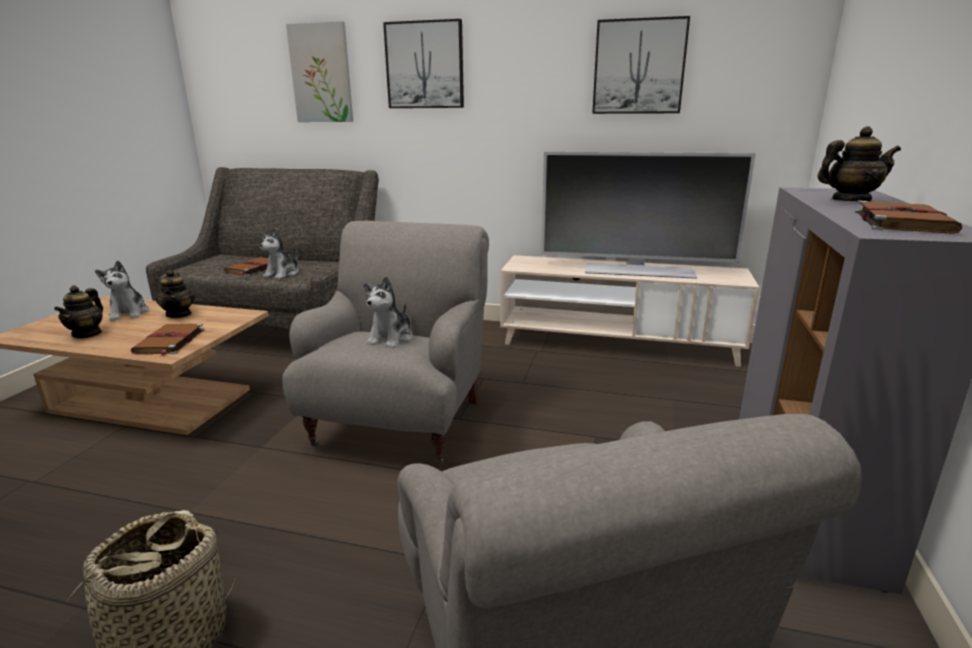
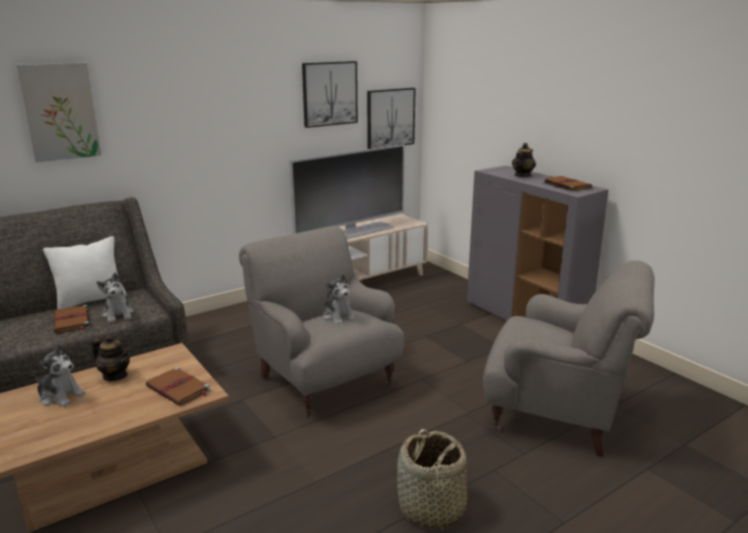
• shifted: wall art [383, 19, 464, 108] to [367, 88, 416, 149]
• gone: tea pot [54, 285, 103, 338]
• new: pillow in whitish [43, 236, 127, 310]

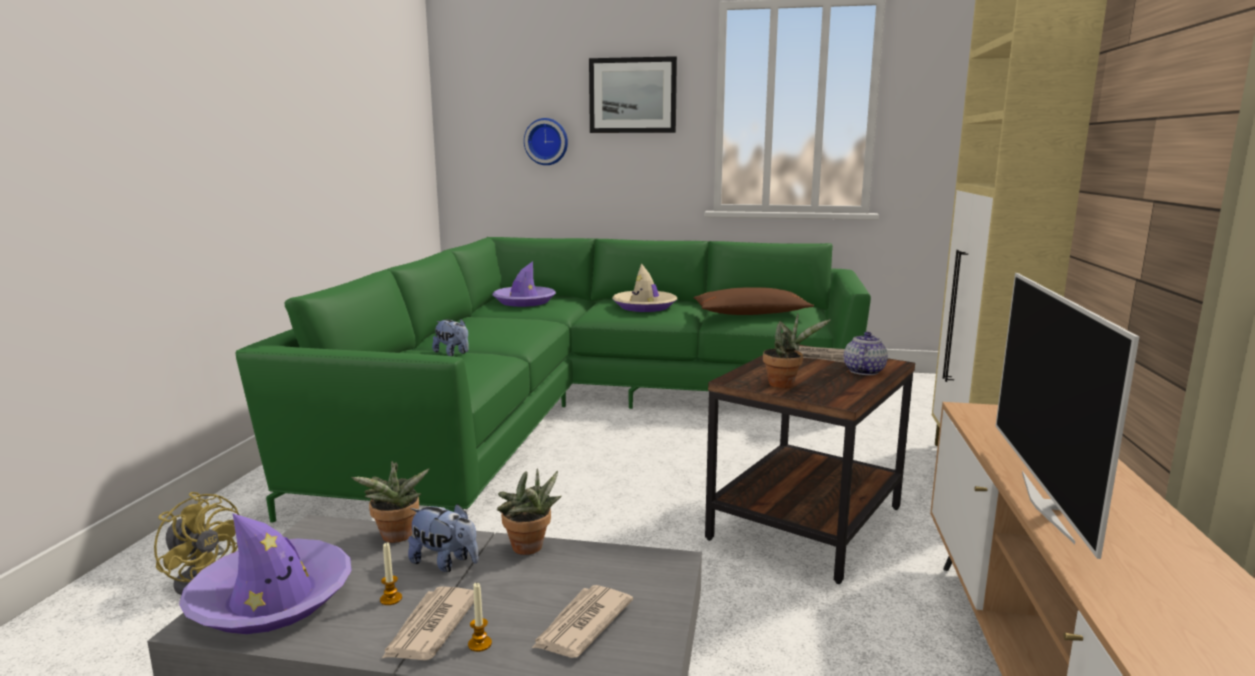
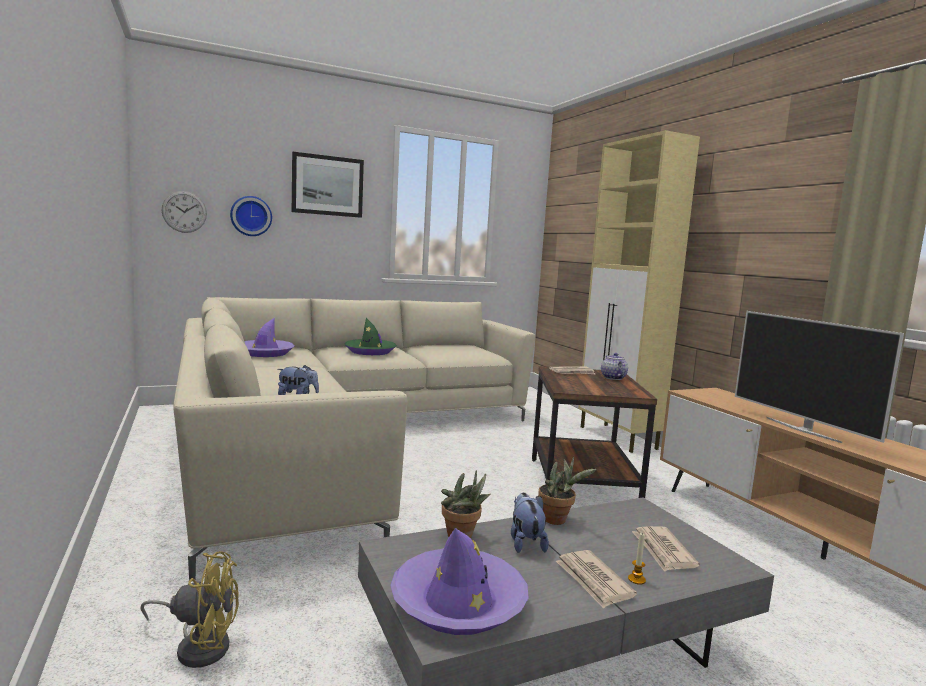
• repainted: settee in green-coloured [236, 237, 871, 522] to settee in beige [174, 297, 535, 580]
• repainted: wearable hat in beige [612, 263, 677, 312] to wearable hat in green-coloured [345, 318, 397, 355]
• gone: pillow in brownish [693, 287, 814, 315]
• gone: plant in a pot [763, 314, 831, 388]
• rotated: plush toy [408, 504, 478, 572] = [511, 493, 549, 553] 90 degrees counterclockwise
• gone: candle [380, 542, 402, 605]
• new: hanging clock [162, 191, 207, 233]

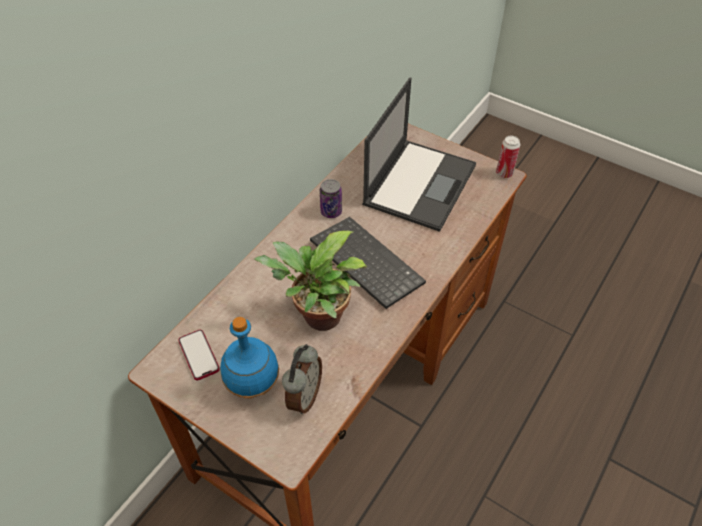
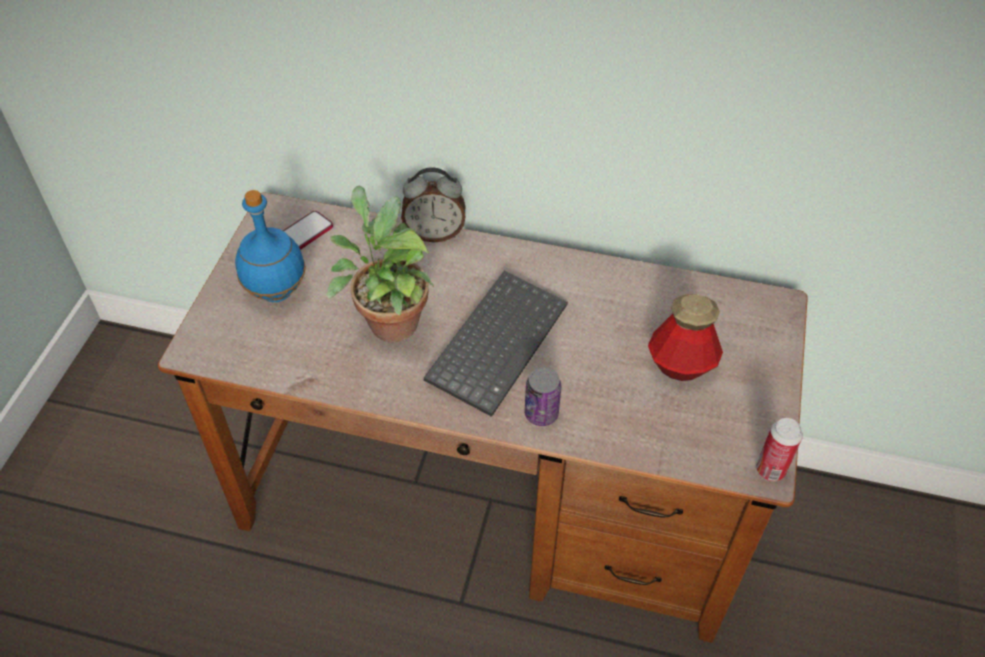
• swapped: notebook computer [362, 77, 476, 232] to beverage bottle [648, 294, 723, 381]
• shifted: can [320, 179, 342, 218] to [525, 367, 561, 426]
• shifted: bedside clock [282, 344, 322, 414] to [401, 167, 466, 242]

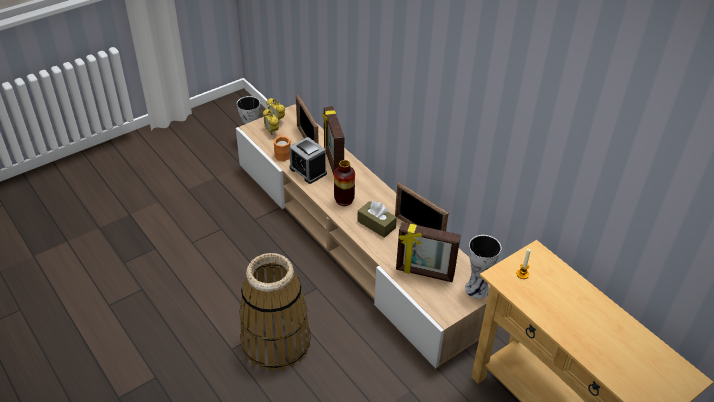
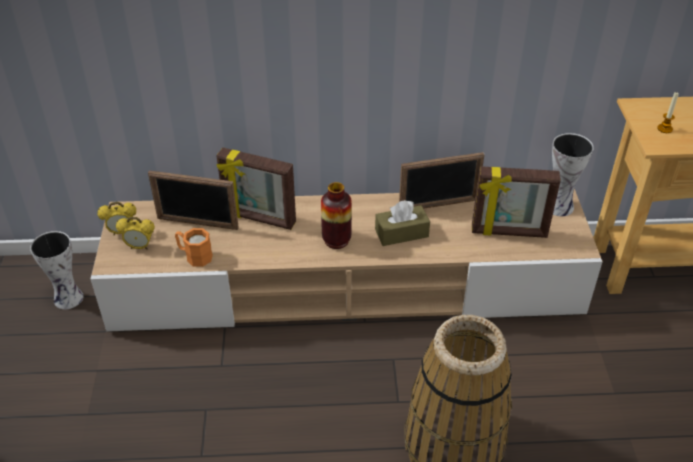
• gone: bedside clock [289, 137, 327, 184]
• rotated: standing frame [396, 222, 461, 282] = [472, 166, 561, 238] 45 degrees clockwise

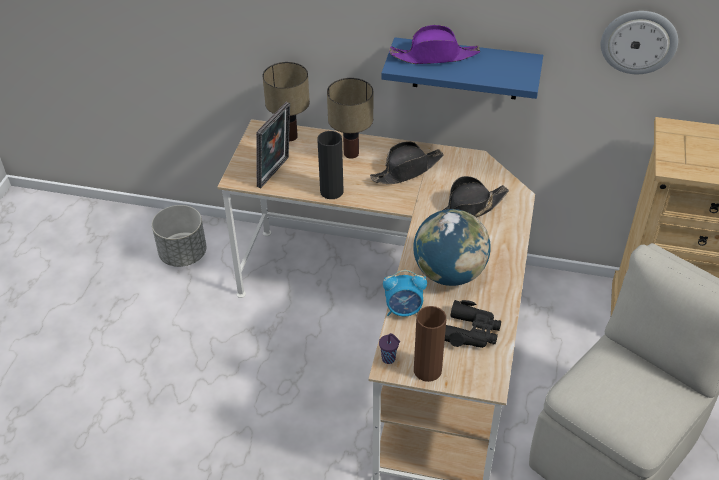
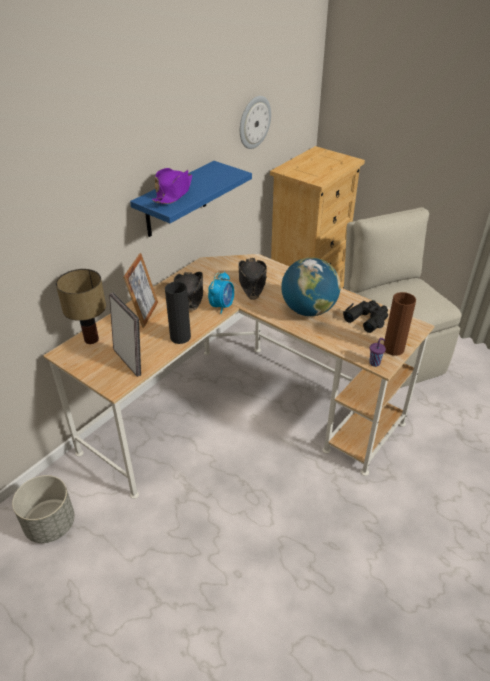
• swapped: tabletop lamp [327, 78, 373, 158] to standing frame [123, 253, 158, 328]
• shifted: bedside clock [383, 270, 427, 316] to [208, 272, 234, 314]

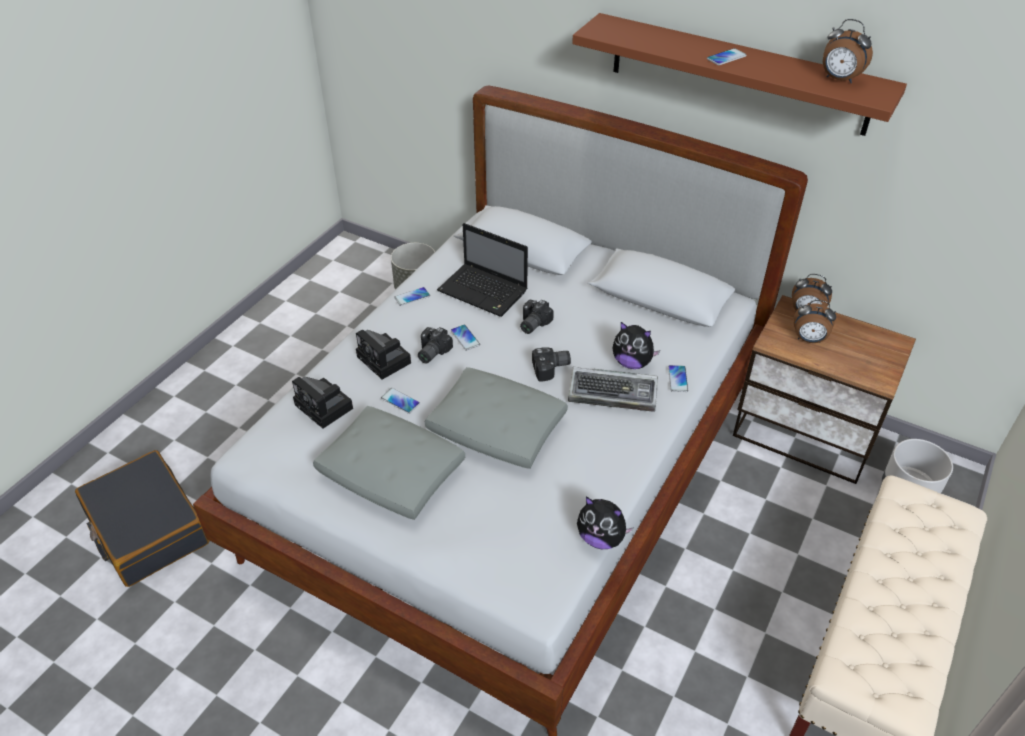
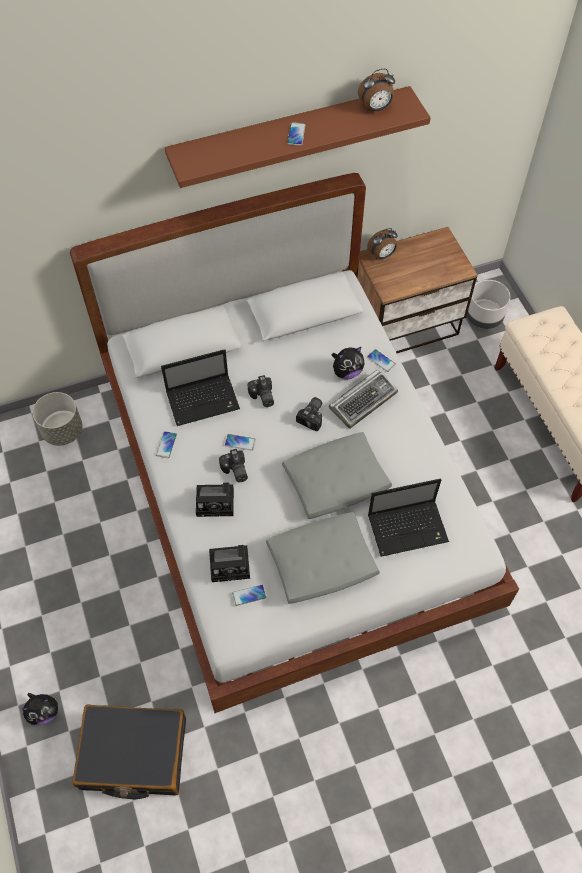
• gone: bedside clock [793, 300, 836, 343]
• shifted: phone [381, 388, 420, 414] to [232, 585, 266, 606]
• shifted: plush toy [577, 497, 634, 549] to [23, 693, 58, 725]
• new: notebook computer [368, 479, 449, 557]

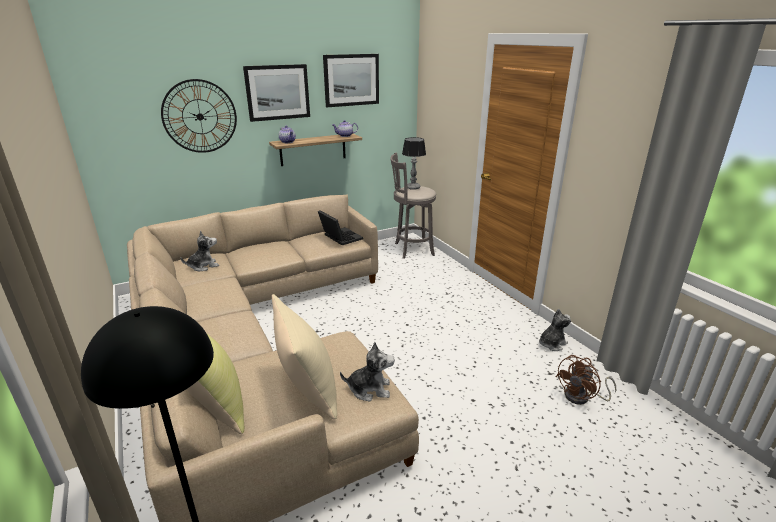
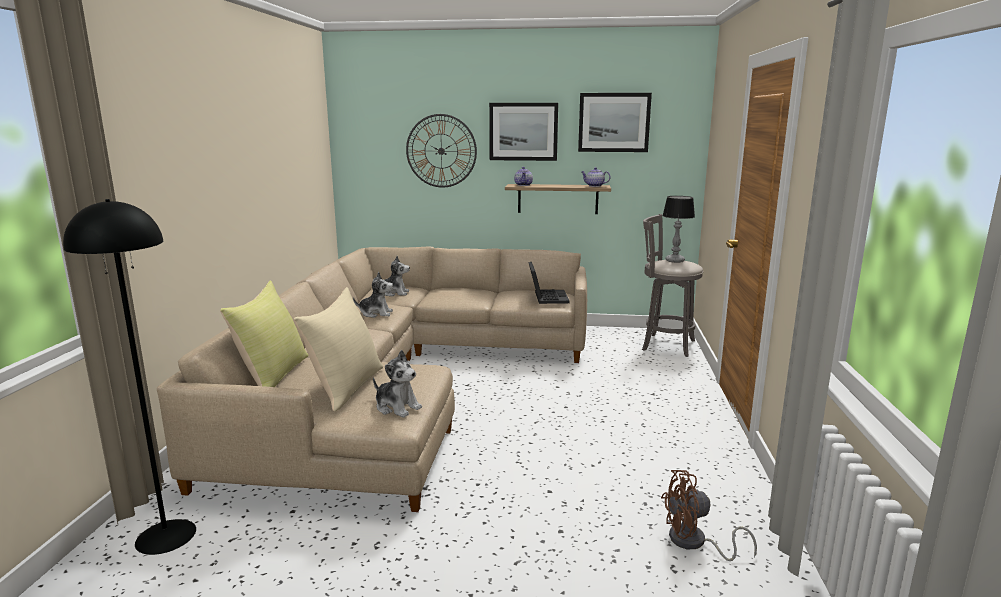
• shifted: plush toy [539, 309, 571, 351] to [353, 272, 393, 318]

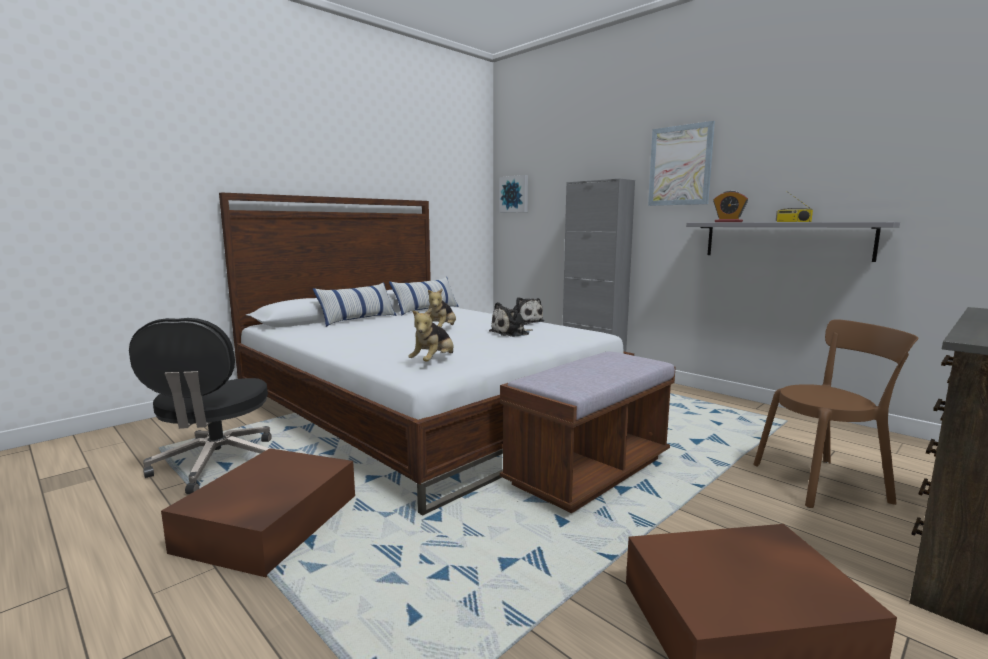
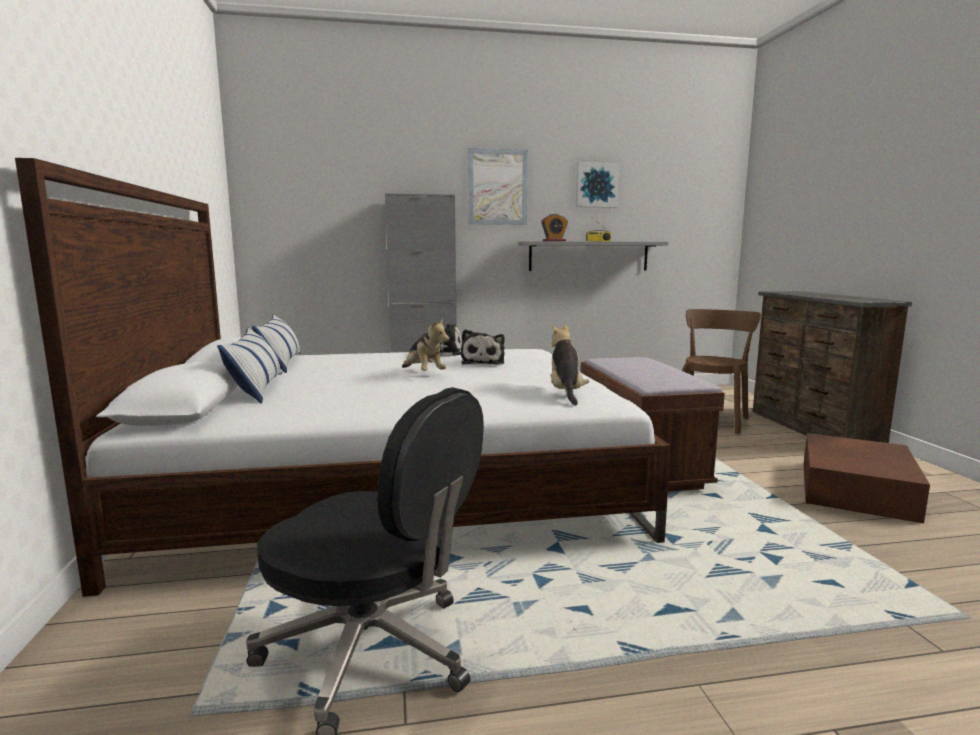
• shifted: wall art [499, 175, 528, 213] to [576, 162, 620, 208]
• rotated: plush toy [408, 308, 454, 362] = [551, 325, 589, 405] 150 degrees counterclockwise
• gone: storage container in brownish [161, 448, 355, 577]

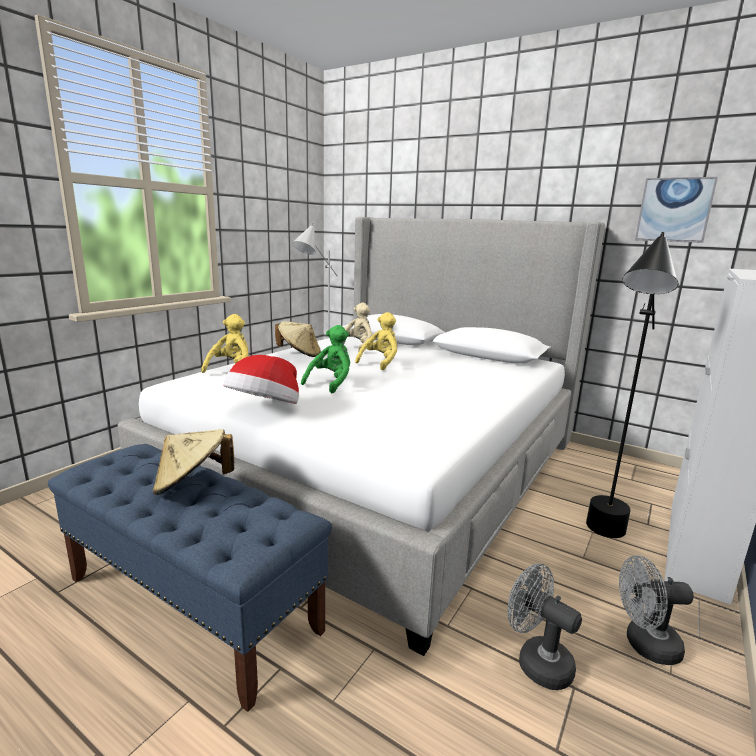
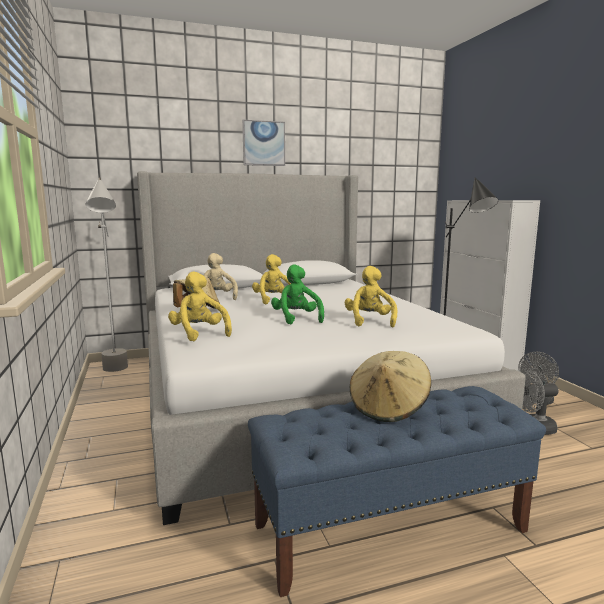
• shifted: wall art [635, 177, 718, 243] to [242, 120, 285, 166]
• gone: wearable hat [223, 355, 299, 404]
• new: plush toy in yellowish [345, 266, 398, 327]

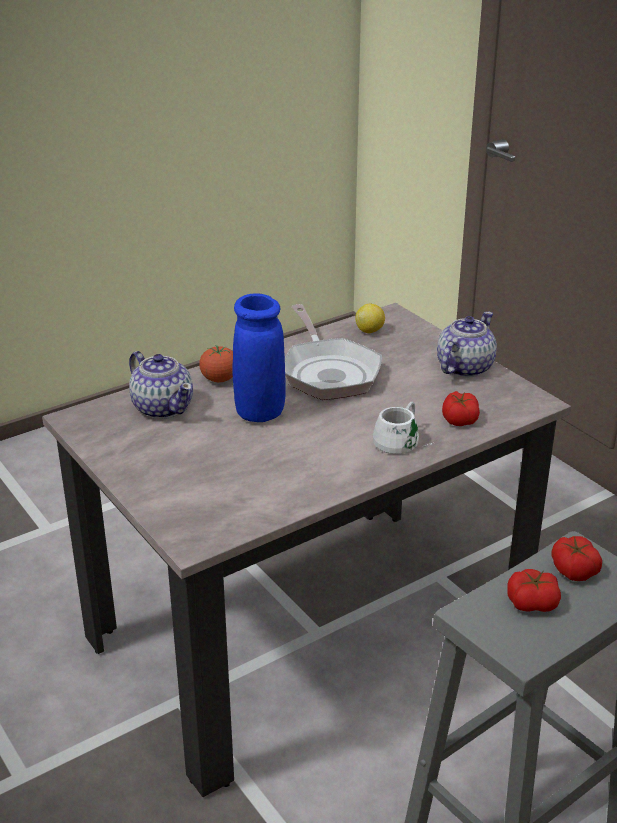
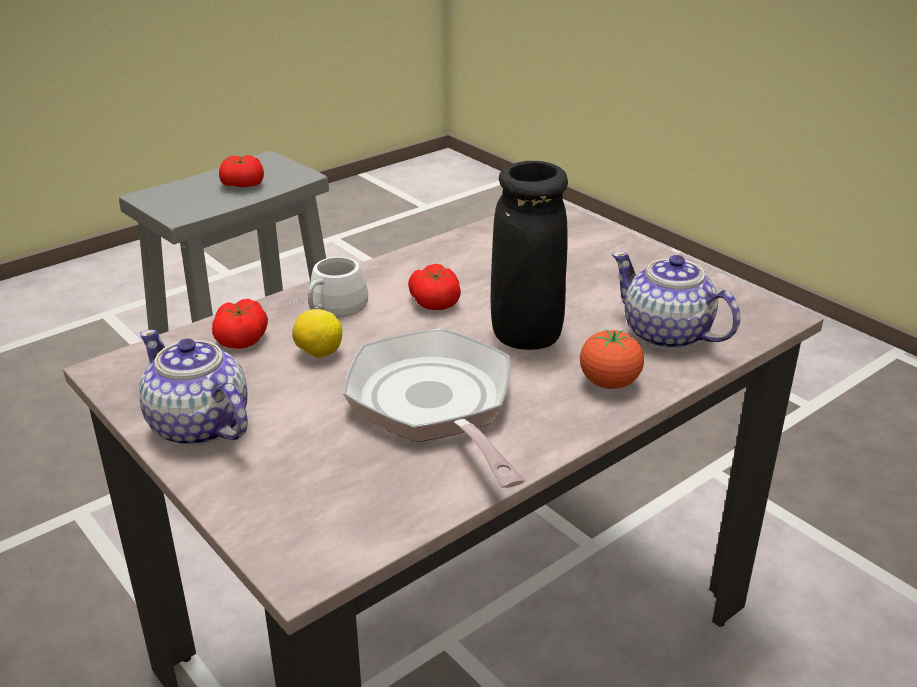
• repainted: flower vase in blue-coloured [233, 294, 286, 422] to flower vase in black-coloured [491, 161, 568, 350]
• shifted: citrus fruit [356, 304, 385, 333] to [292, 309, 342, 358]
• rotated: tea pot [437, 311, 497, 378] = [139, 330, 248, 446] 105 degrees clockwise
• shifted: fresh tomato [551, 536, 602, 581] to [408, 264, 461, 310]

